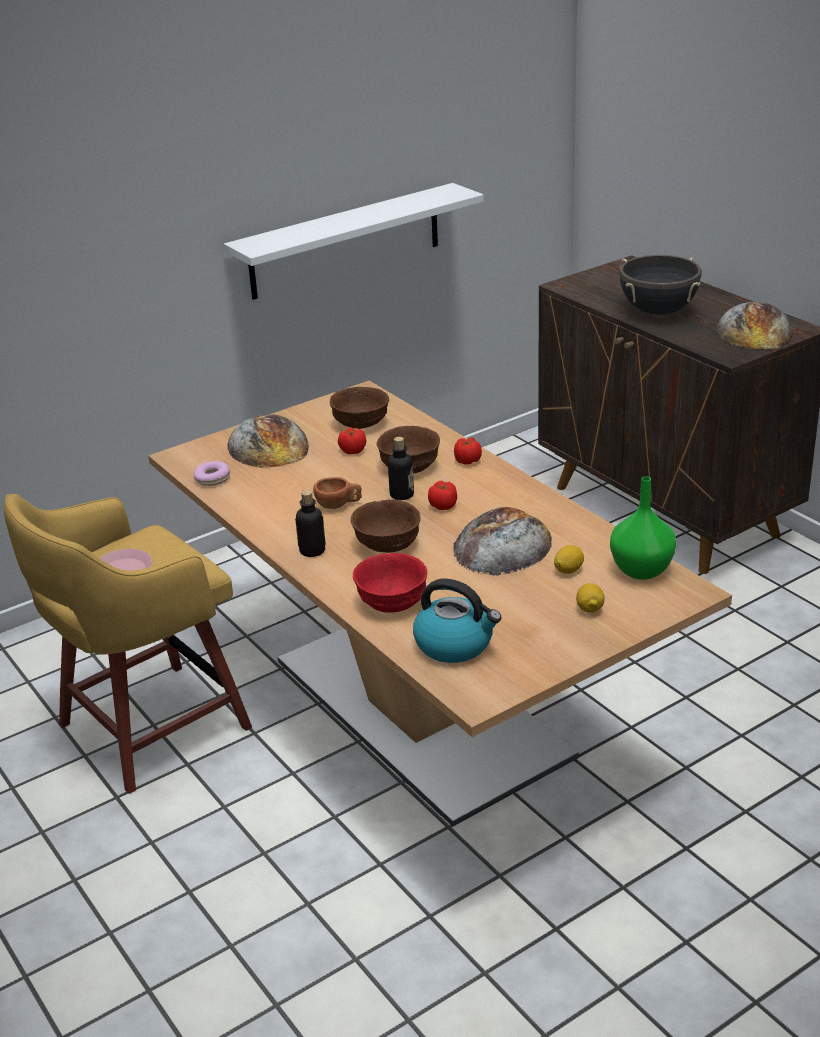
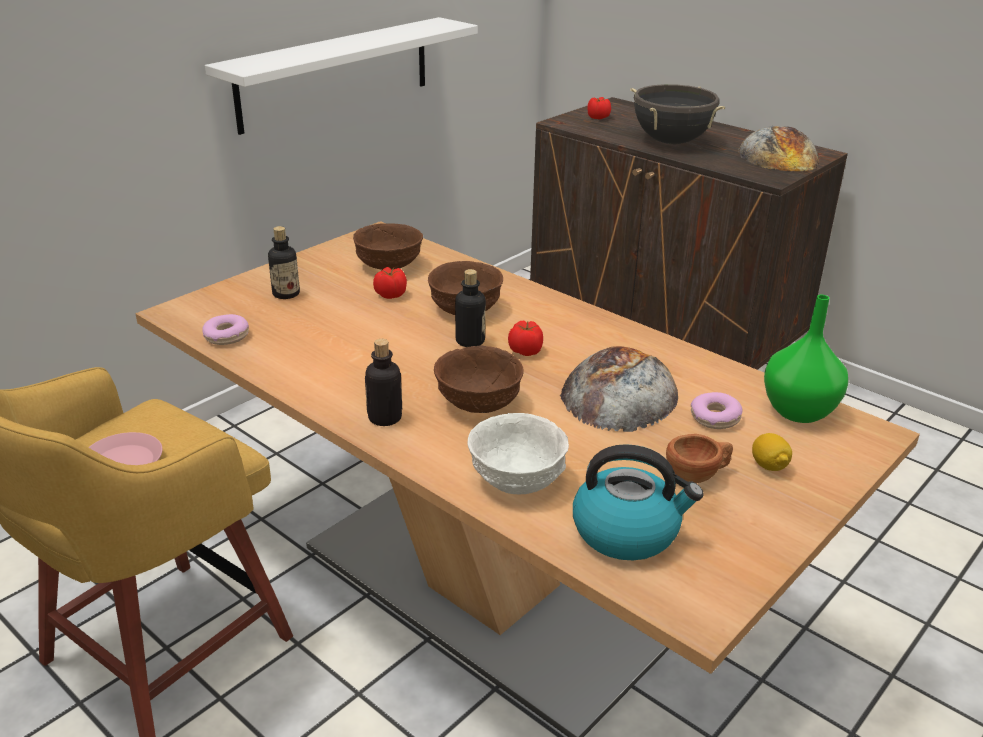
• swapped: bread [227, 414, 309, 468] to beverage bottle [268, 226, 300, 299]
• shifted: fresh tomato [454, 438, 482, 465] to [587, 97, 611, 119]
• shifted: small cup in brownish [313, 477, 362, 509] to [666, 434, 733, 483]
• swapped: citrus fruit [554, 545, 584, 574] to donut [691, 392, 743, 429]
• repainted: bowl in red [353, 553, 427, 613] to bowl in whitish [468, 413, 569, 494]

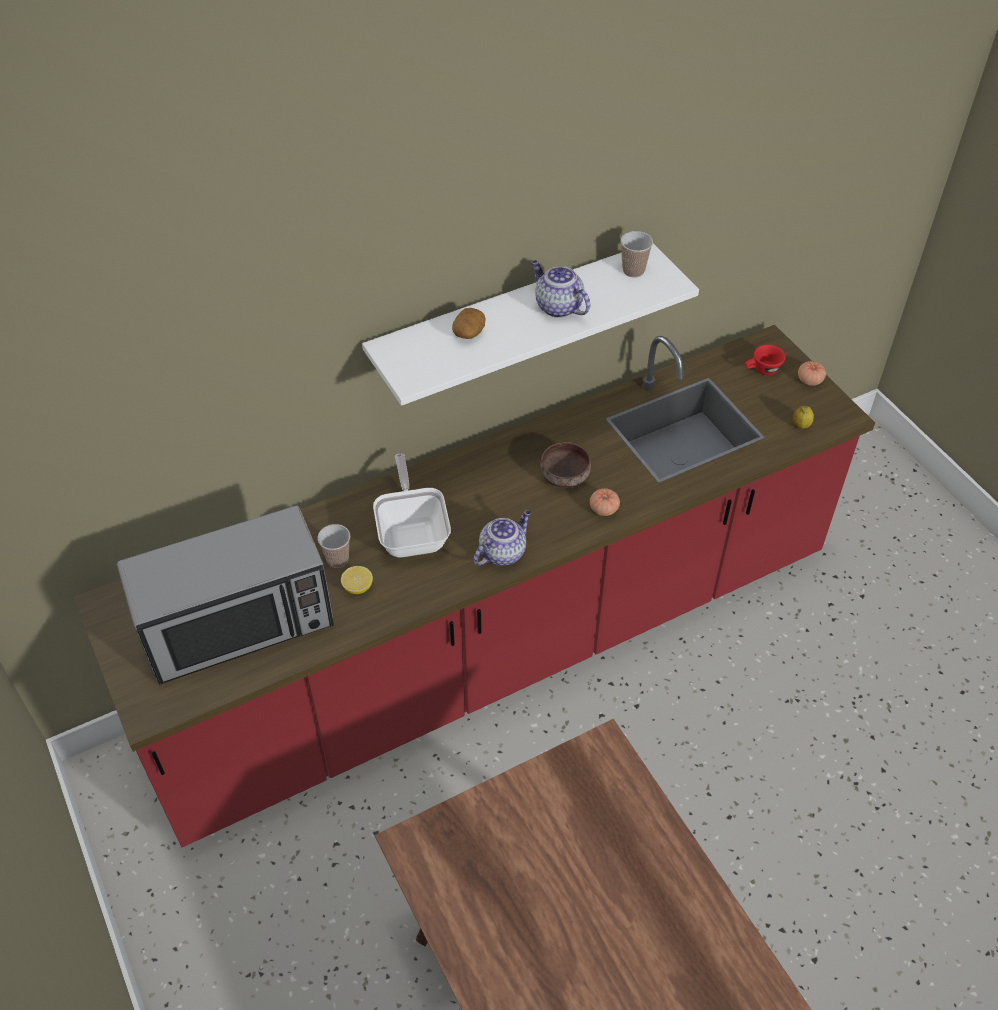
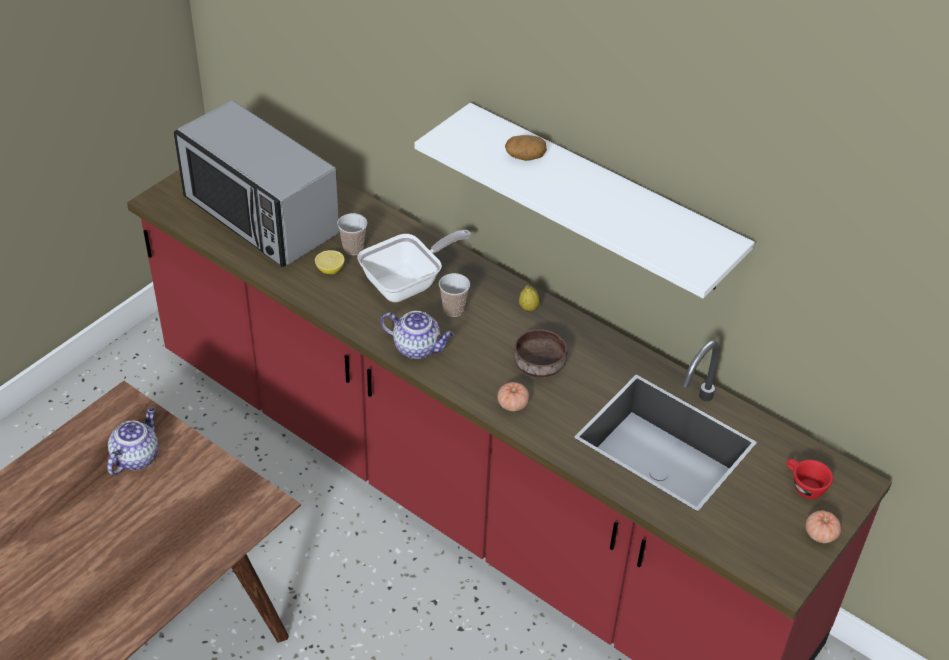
• shifted: small cup [621, 231, 653, 278] to [439, 273, 470, 317]
• shifted: tea pot [531, 260, 590, 318] to [107, 407, 159, 475]
• shifted: citrus fruit [793, 406, 814, 429] to [519, 285, 540, 311]

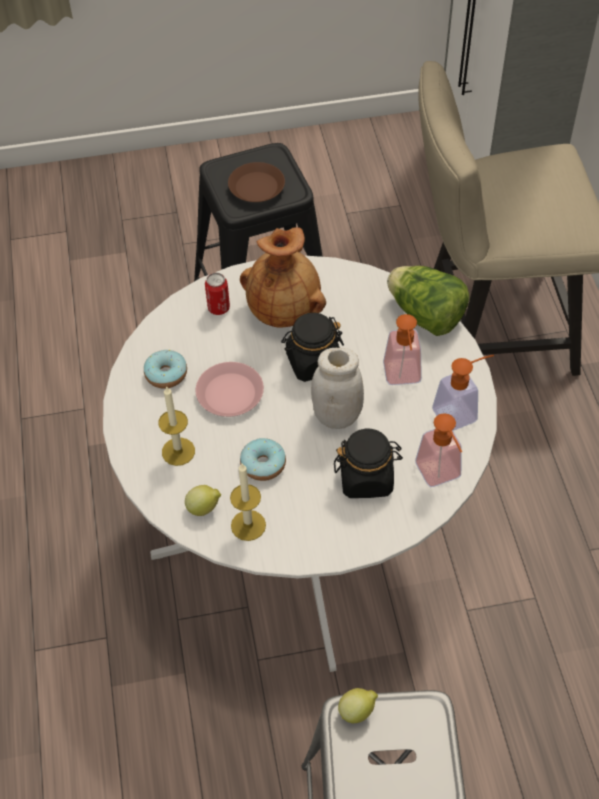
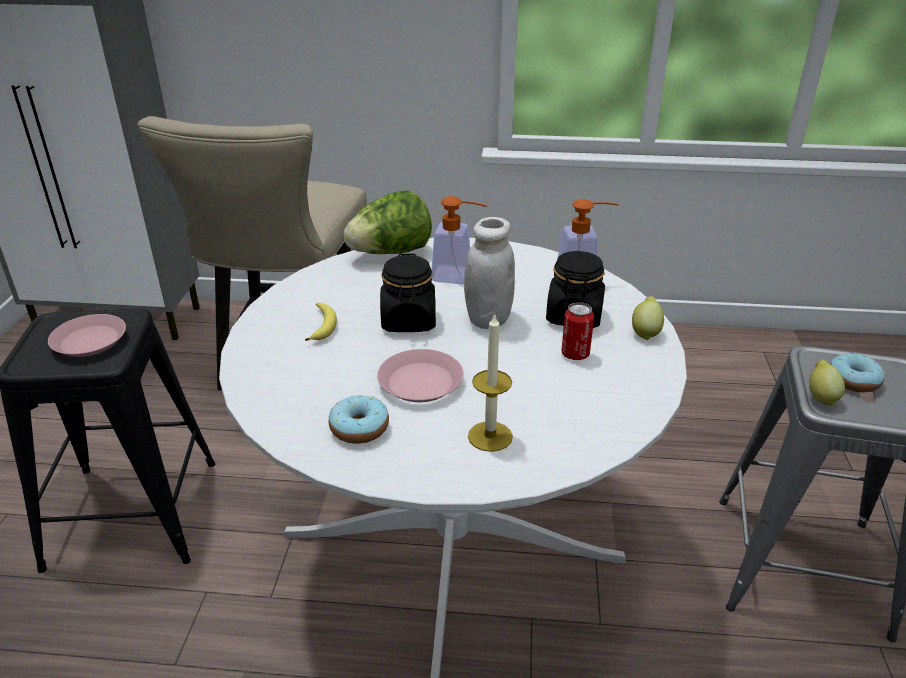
• repainted: plate in brownish [228, 162, 285, 202] to plate in pinkish [48, 314, 126, 357]
• swapped: flower vase in brownish [240, 227, 326, 328] to whole banana [305, 302, 337, 341]
• shifted: can [205, 273, 230, 315] to [562, 302, 594, 360]
• gone: soap dispenser [432, 355, 494, 431]
• shifted: donut [240, 438, 286, 481] to [830, 352, 885, 392]
• gone: candle [230, 464, 266, 541]
• shifted: citrus fruit [185, 485, 221, 516] to [632, 296, 664, 340]

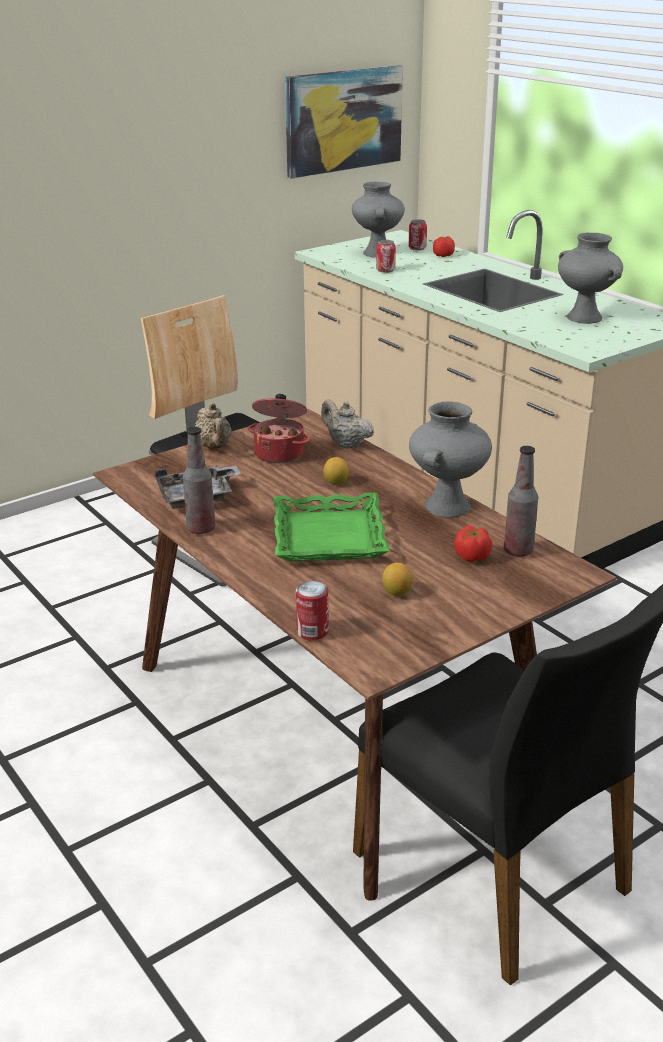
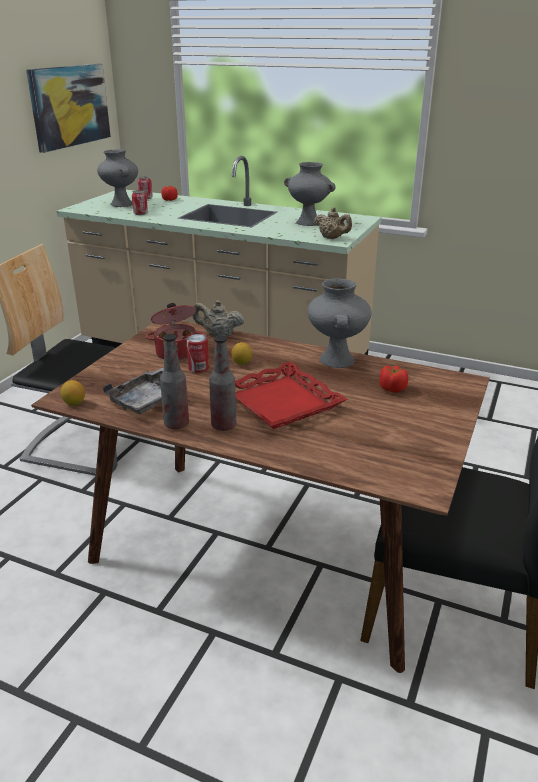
• shifted: tea pot in beige [195, 403, 232, 449] to [314, 207, 352, 239]
• shifted: beverage bottle [504, 446, 538, 557] to [209, 335, 236, 431]
• repainted: tray in green-coloured [274, 493, 390, 562] to tray in red [235, 361, 347, 429]
• shifted: citrus fruit [382, 563, 413, 596] to [61, 380, 85, 406]
• shifted: can [296, 581, 329, 640] to [186, 334, 209, 373]

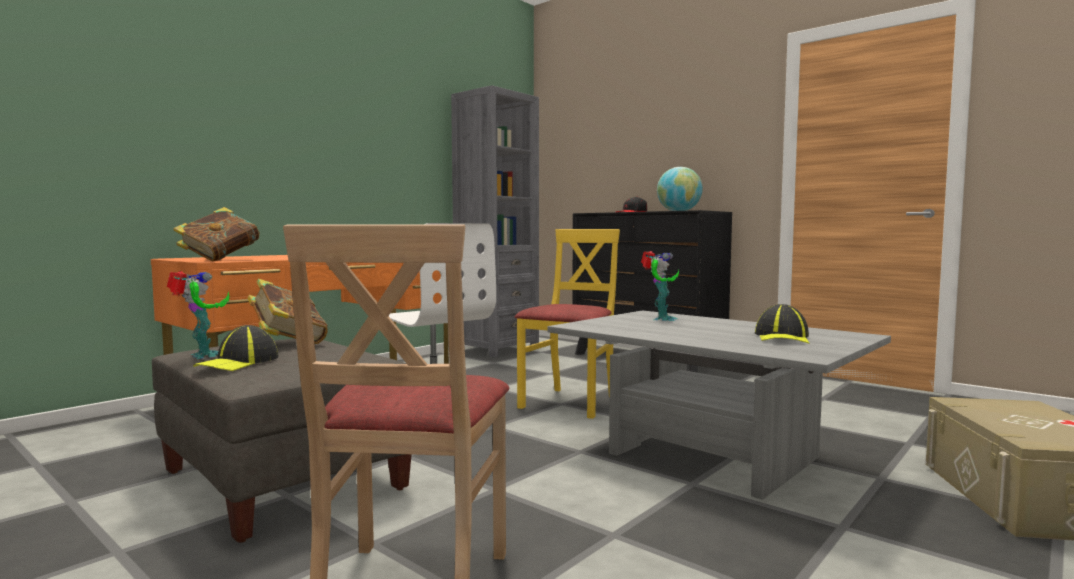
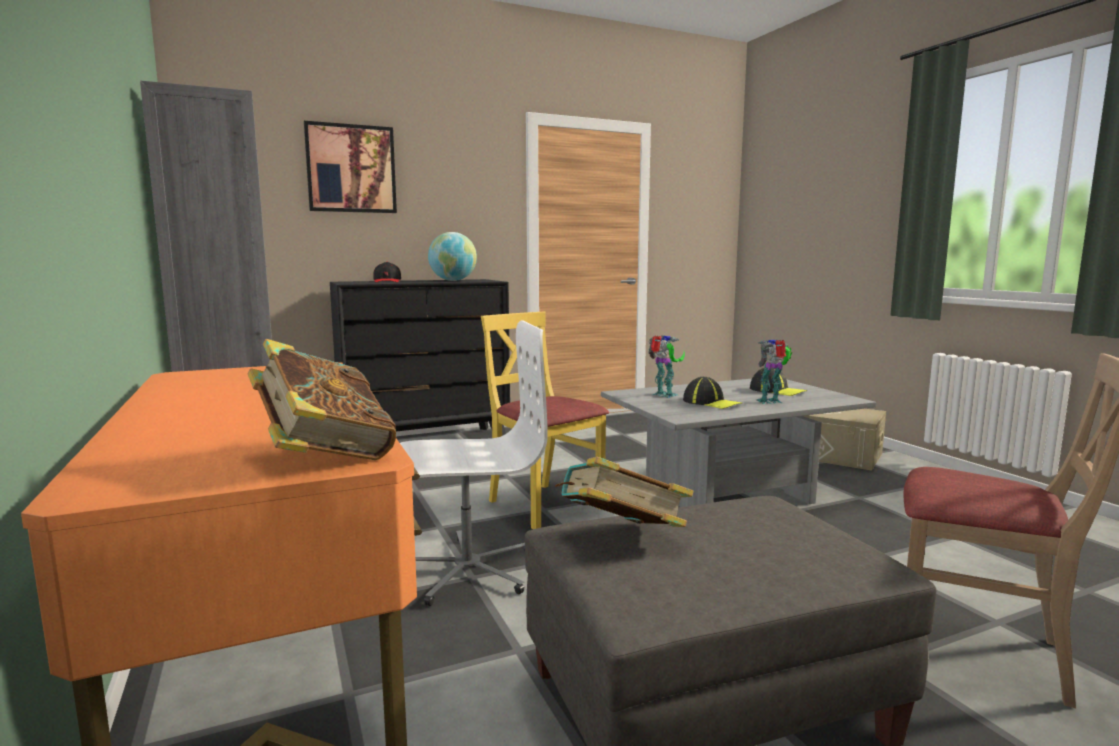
• shifted: toy robot [167, 271, 229, 359] to [756, 339, 792, 404]
• shifted: cap [193, 325, 278, 371] to [683, 377, 743, 409]
• new: wall art [304, 121, 397, 213]

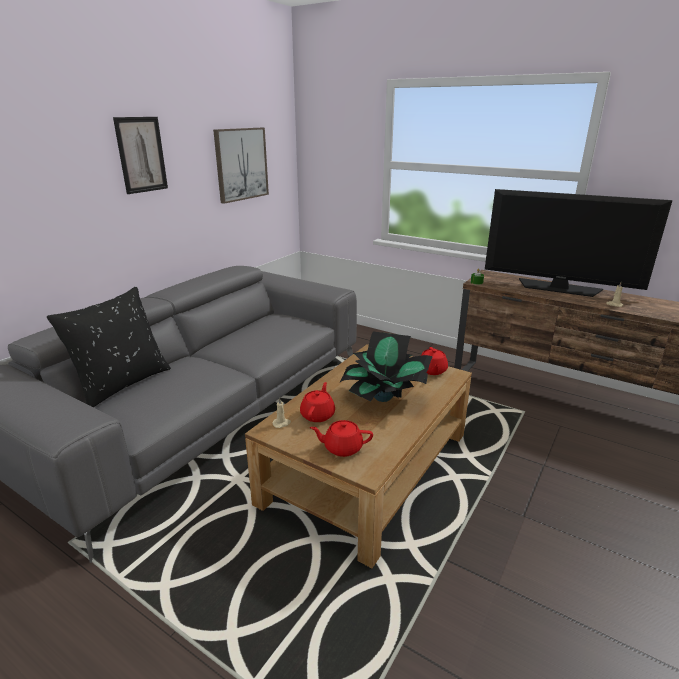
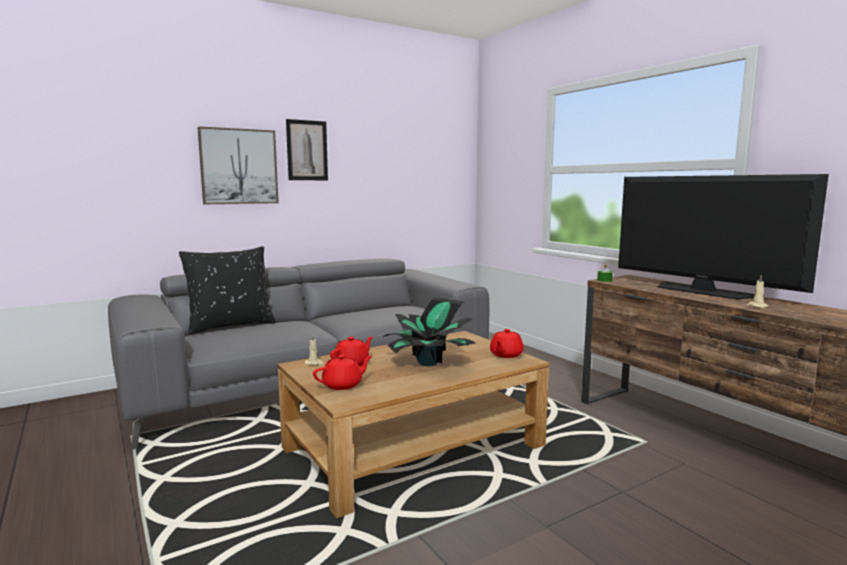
• shifted: wall art [213, 128, 269, 204] to [198, 126, 279, 204]
• rotated: tea pot in red [310, 420, 373, 457] = [313, 355, 372, 390] 120 degrees clockwise

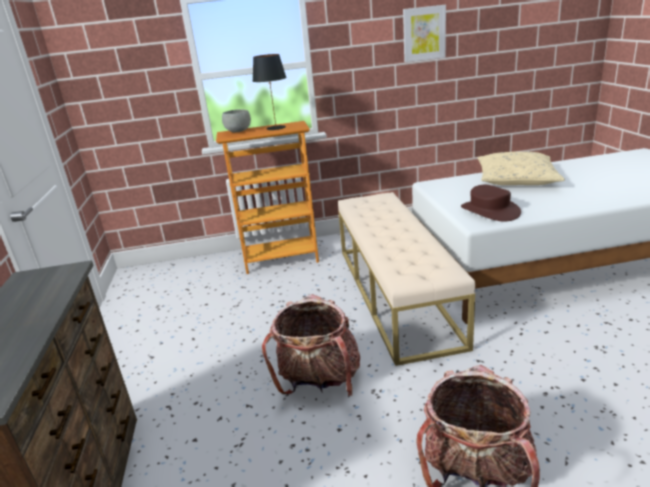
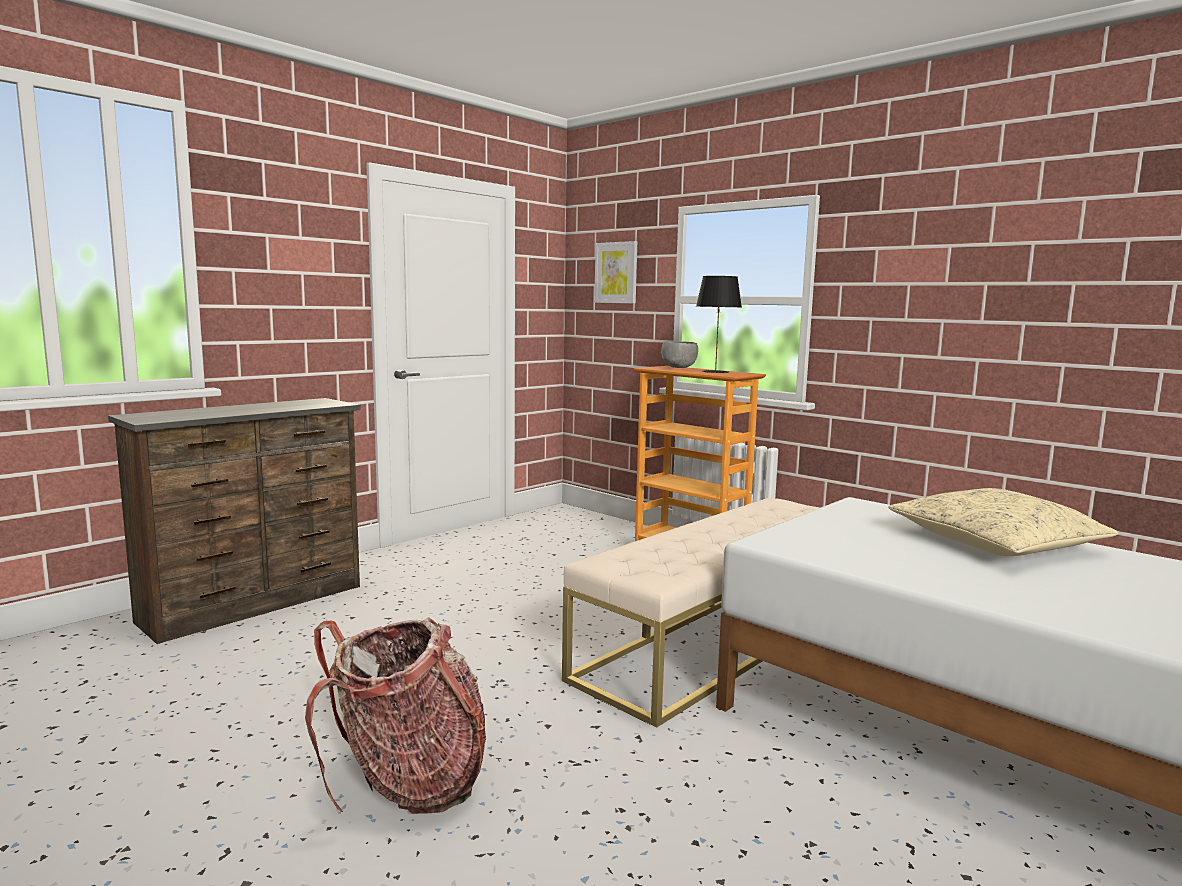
• shifted: wall art [403, 5, 446, 62] to [594, 241, 637, 303]
• gone: wearable hat in brownish [461, 185, 521, 221]
• gone: backpack [262, 294, 360, 396]

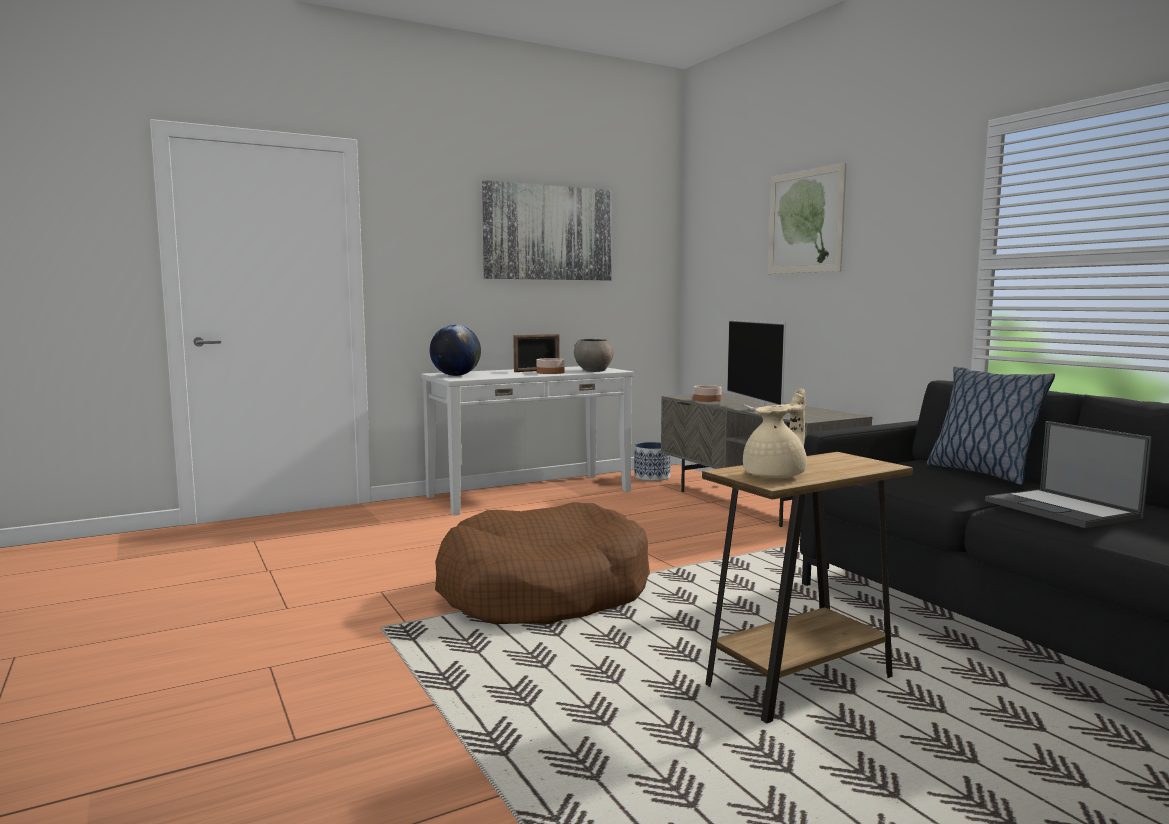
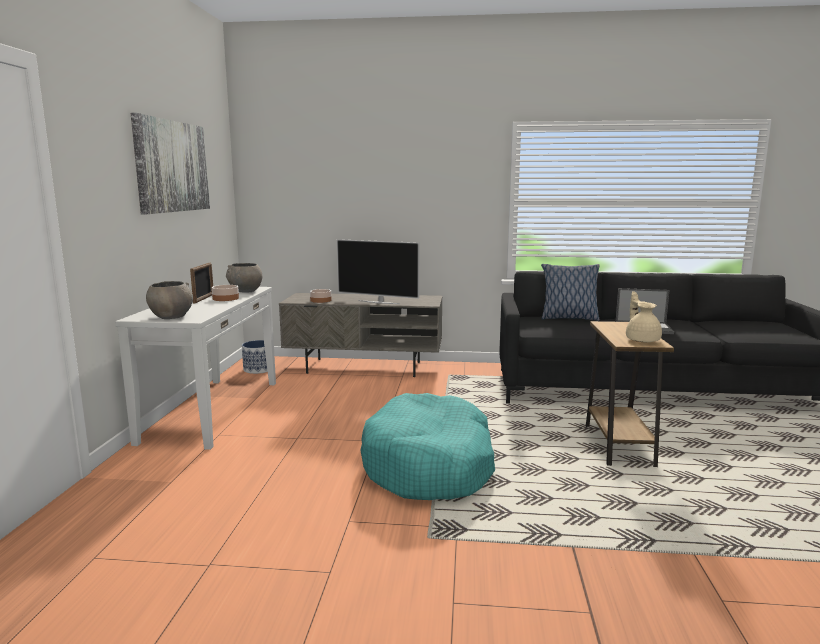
• gone: wall art [768, 162, 846, 274]
• swapped: globe [430, 325, 481, 376] to bowl in grey [146, 281, 193, 319]
• repainted: pet bed in brownish [435, 502, 650, 624] to pet bed in turquoise-coloured [361, 393, 495, 500]

